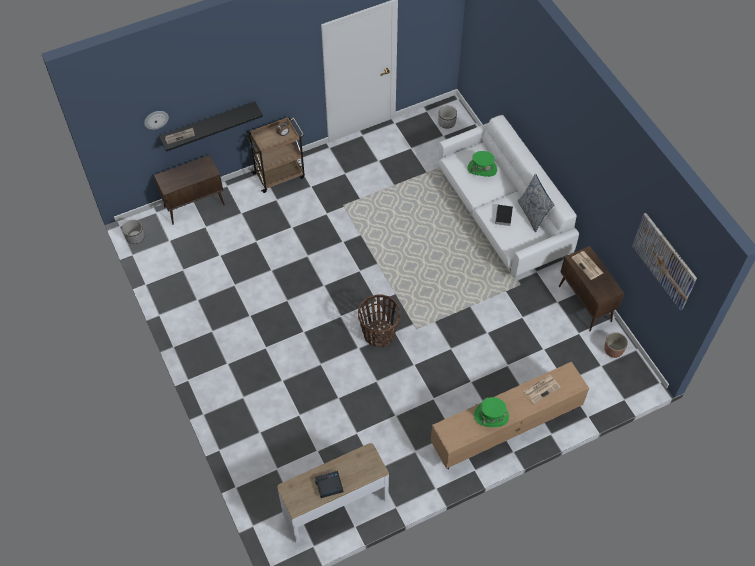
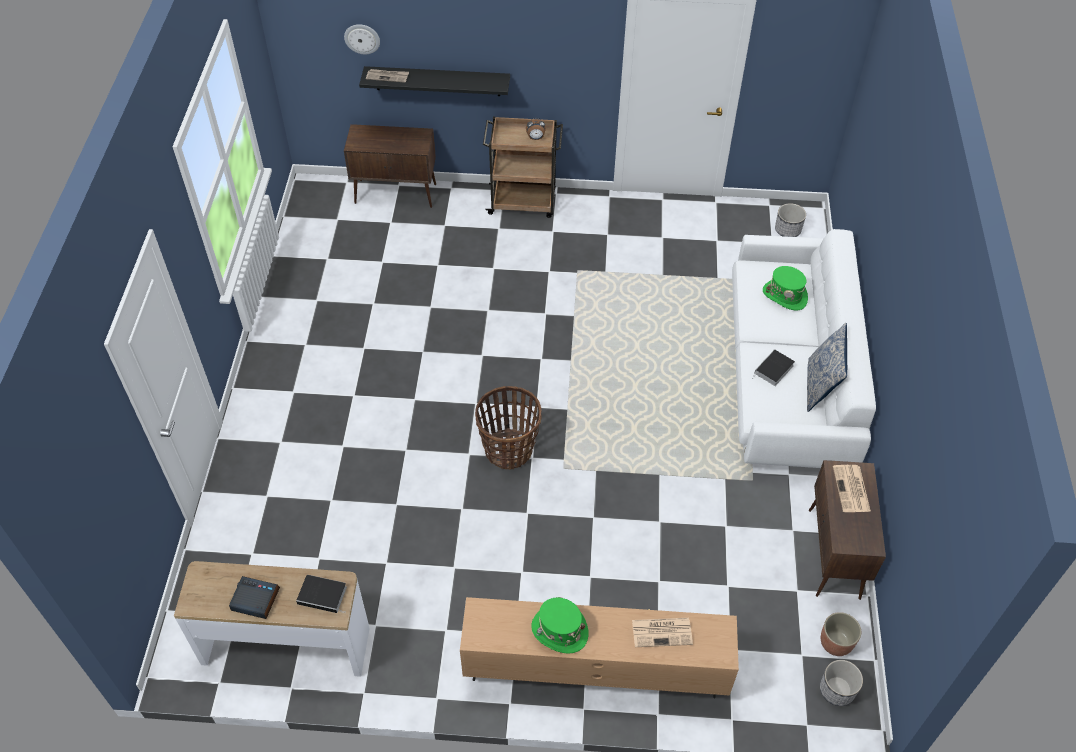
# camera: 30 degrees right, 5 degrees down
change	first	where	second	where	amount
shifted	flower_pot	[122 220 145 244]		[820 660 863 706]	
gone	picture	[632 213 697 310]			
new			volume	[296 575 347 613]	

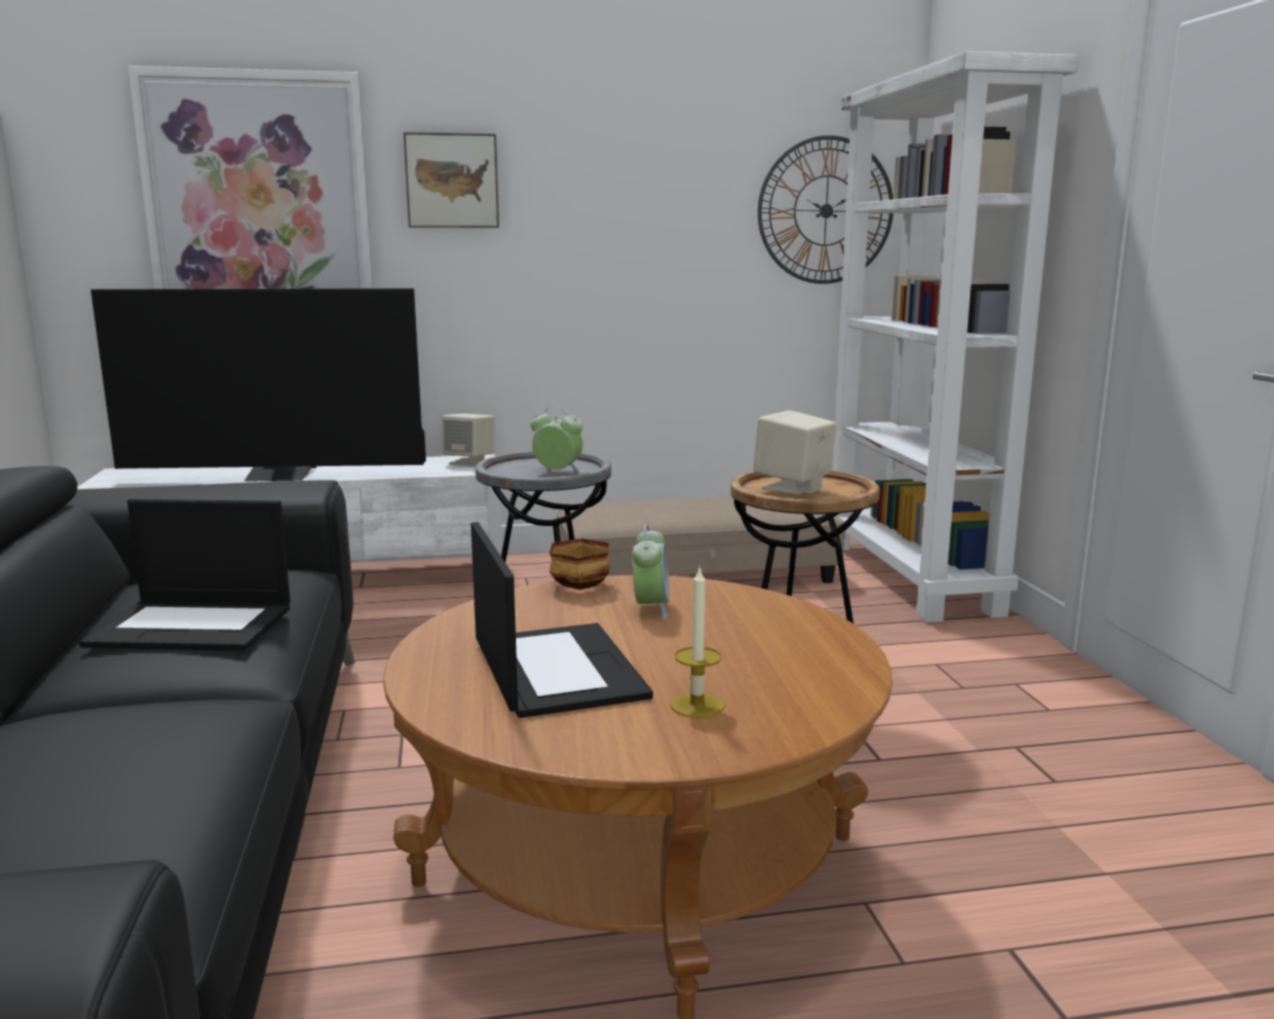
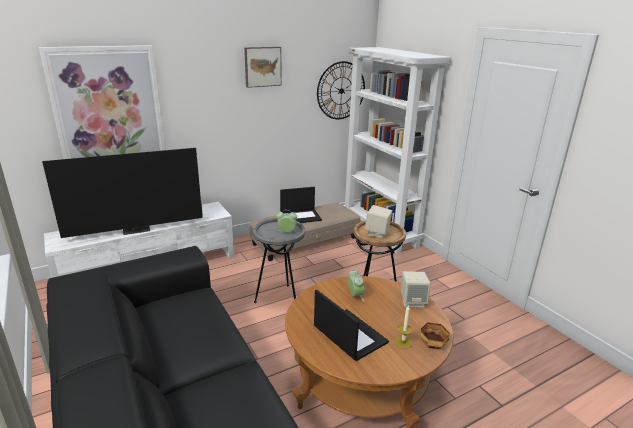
# camera: 20 degrees left, 10 degrees up
change	first	where	second	where	amount
shifted	laptop	[79 499 290 651]		[280 187 322 223]	
shifted	picture	[403 132 499 228]		[244 47 282 88]	
shifted	beige-coloured_loudspeaker	[442 413 494 467]		[401 271 431 308]	
shifted	deep_dish	[549 538 610 590]		[419 322 450 349]	

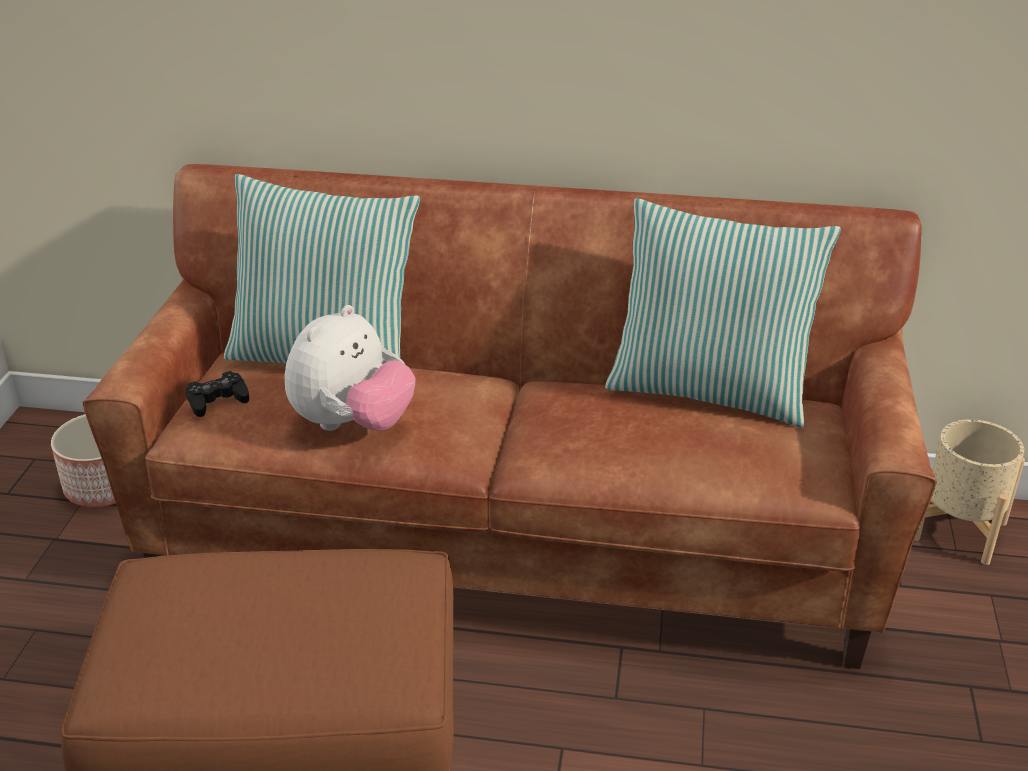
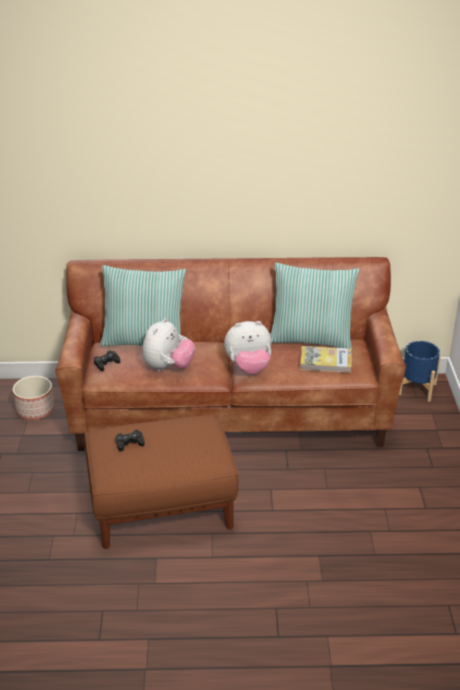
# camera: 10 degrees left, 0 degrees up
change	first	where	second	where	amount
repainted	beige-coloured_flower_pot	[914 419 1025 565]	blue-coloured_flower_pot	[399 341 441 402]	
new			black_gamepad	[116 430 145 451]	
new			cuddly_toy	[224 321 271 374]	
new			volume	[300 346 352 373]	

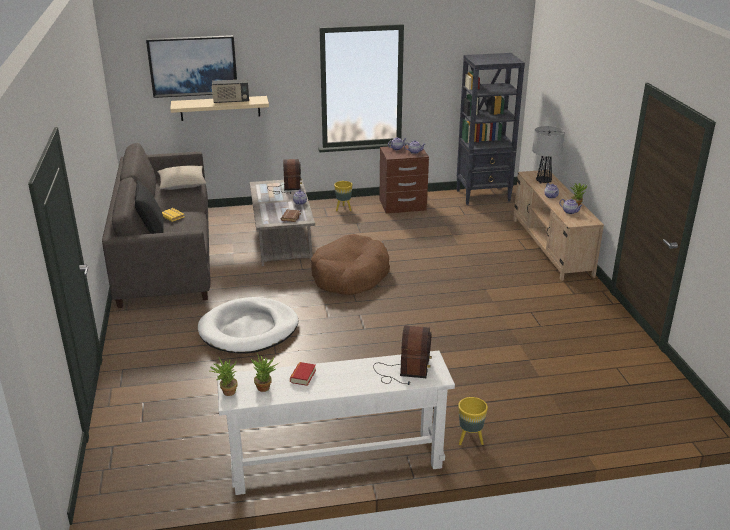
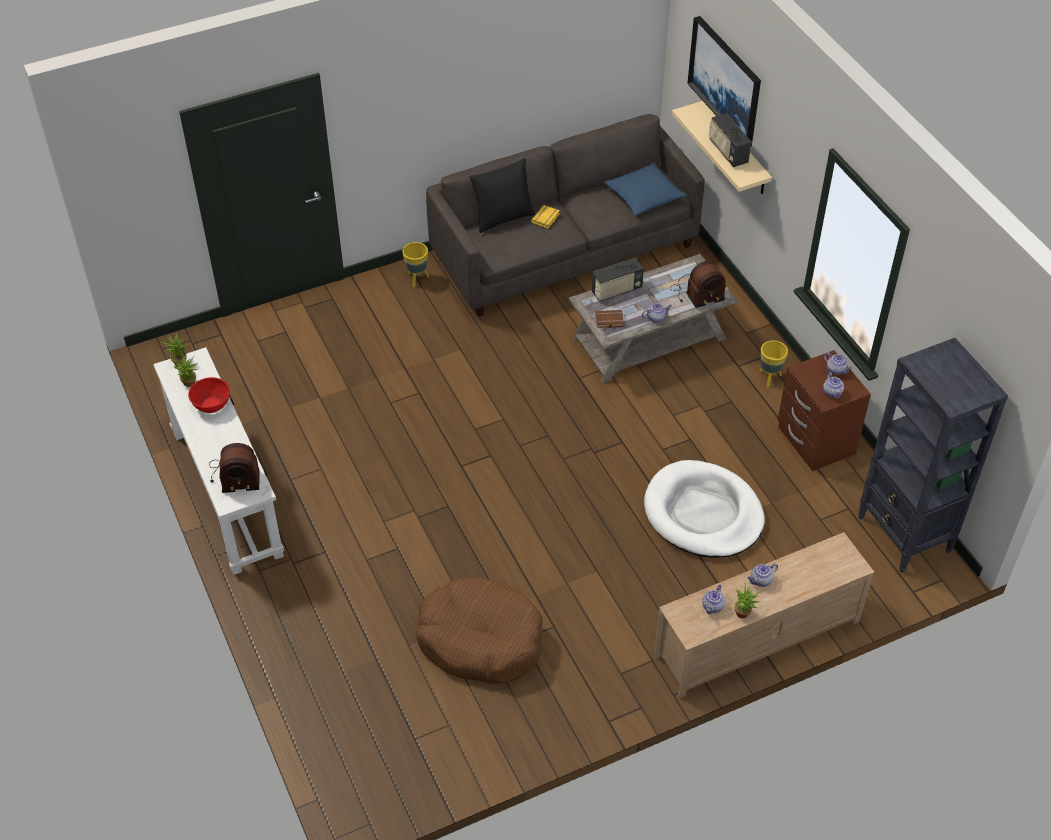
# camera: 75 degrees right, 20 degrees up
change	first	where	second	where	amount
repainted	beige-coloured_pillow	[157 165 206 190]	blue-coloured_pillow	[604 163 687 216]	
shifted	white-coloured_dog_cushion	[198 297 298 354]		[644 460 765 558]	
swapped	volume	[290 362 316 386]	reddish_deep_dish	[188 377 230 413]	
shifted	brown_dog_cushion	[311 234 390 295]		[415 577 543 684]	
shifted	yellowish_flower_pot	[458 397 488 445]		[402 242 429 287]	
gone	table_lamp	[532 126 565 184]			
new			radio_receiver	[592 258 644 302]	

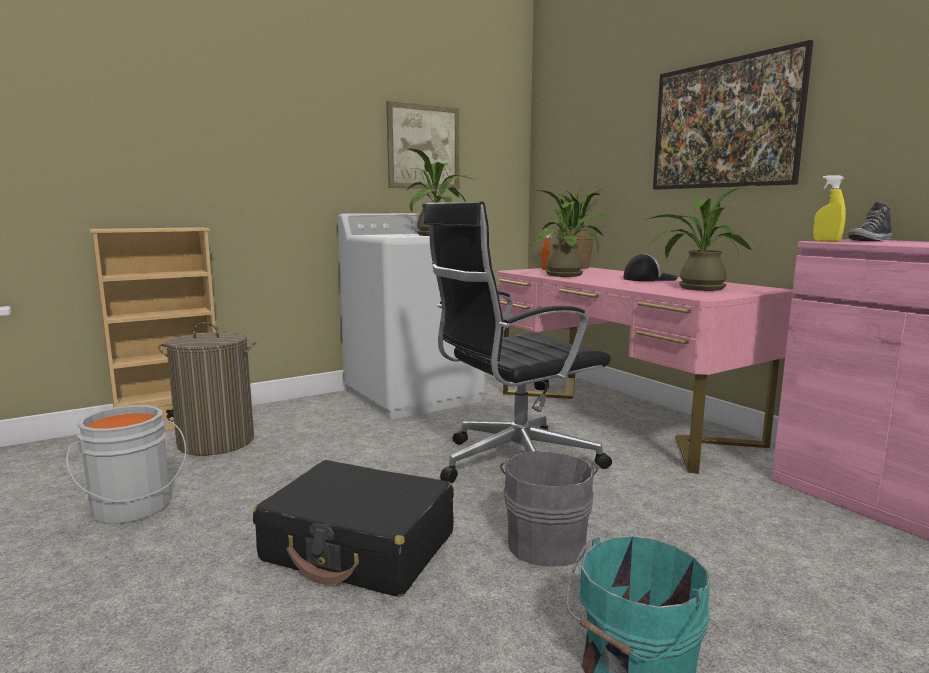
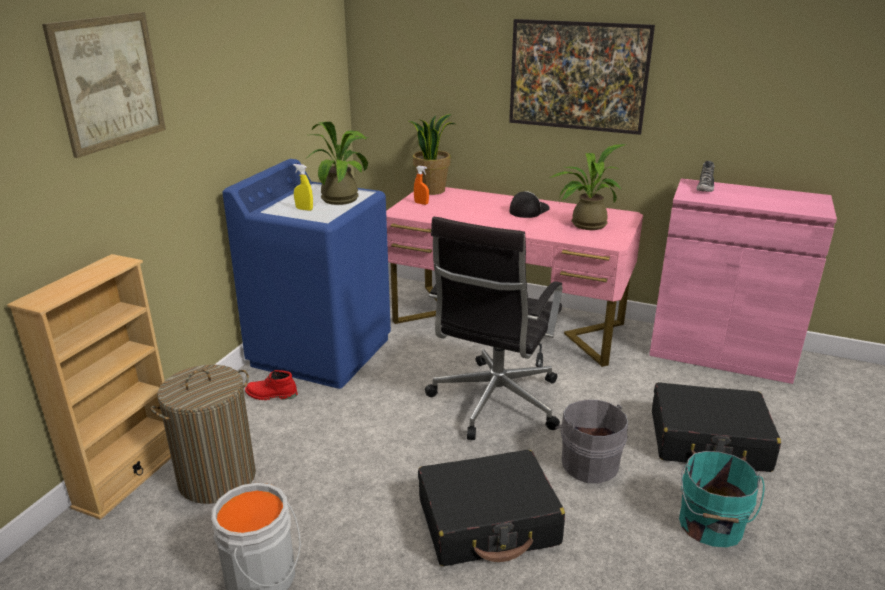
# camera: 35 degrees left, 15 degrees up
change	first	where	second	where	amount
repainted	white-coloured_laundry_machine	[338 213 485 419]	blue-coloured_laundry_machine	[222 159 391 389]	
shifted	picture	[386 101 459 189]		[42 12 166 158]	
gone	plant_in_a_pot	[530 190 615 277]			
shifted	yellowish_sprayer	[813 175 846 242]		[293 164 313 211]	
new			reddish_boot	[245 370 298 400]	
new			black_suitcase	[652 382 781 472]	

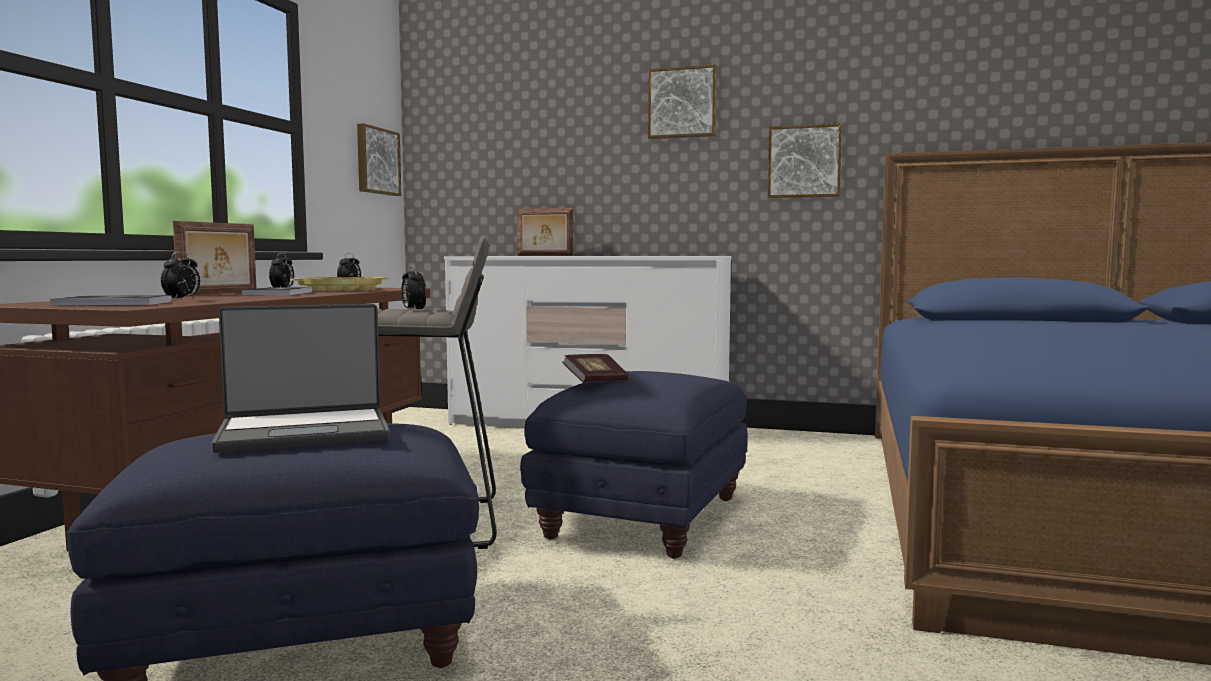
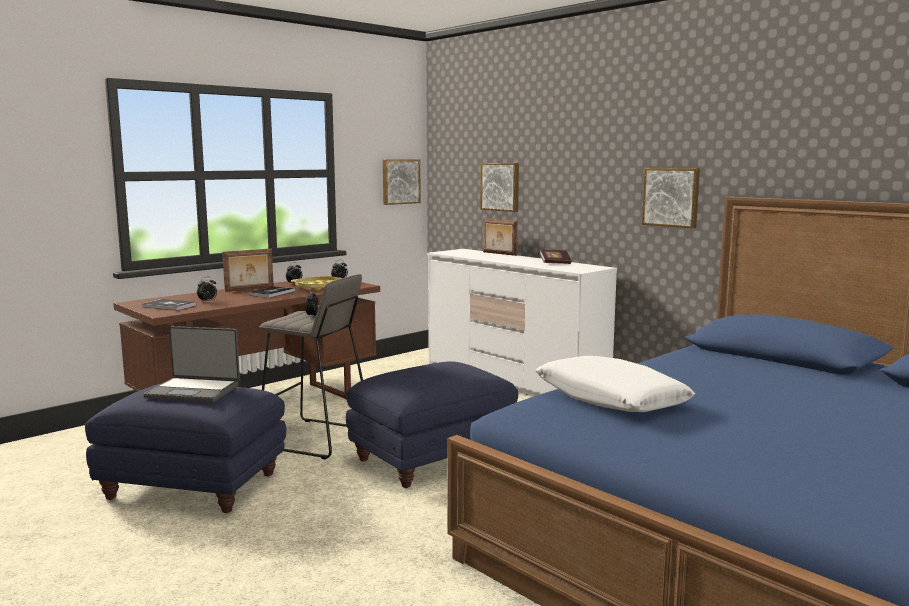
# camera: 30 degrees right, 5 degrees up
change	first	where	second	where	amount
shifted	volume	[562 354 628 383]		[539 250 572 264]	
shifted	picture	[648 64 717 139]		[480 163 519 212]	
new			white-coloured_pillow	[536 356 695 412]	

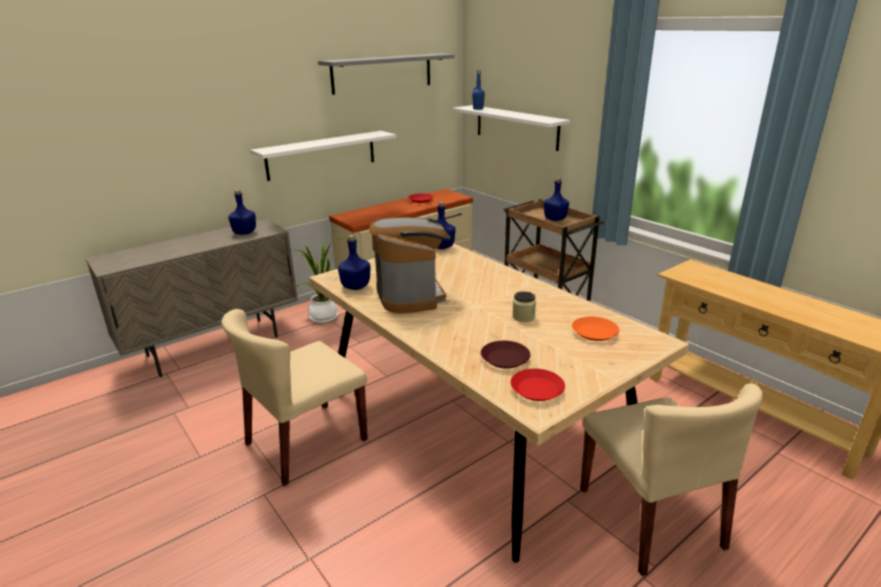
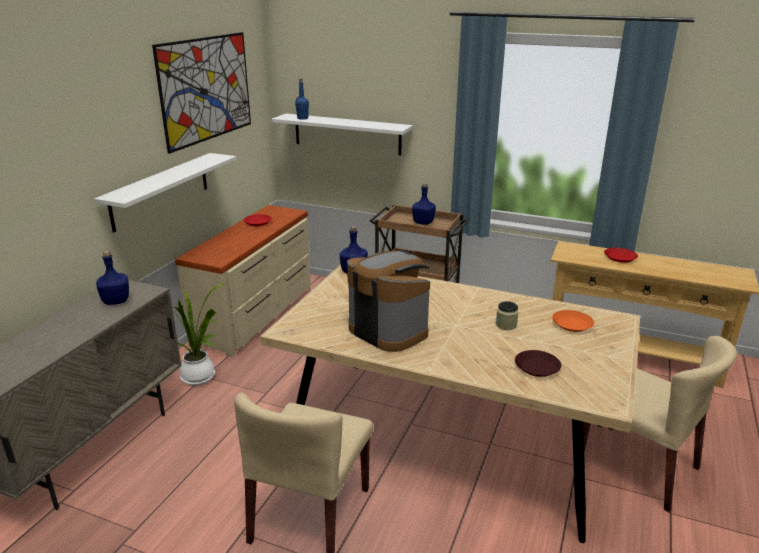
# camera: 30 degrees left, 0 degrees up
change	first	where	second	where	amount
swapped	grey_shelf	[318 53 454 95]	picture	[152 32 251 154]	
gone	blue-coloured_drink_bottle	[338 235 371 290]			
shifted	reddish_dinner_plate	[510 369 565 401]		[604 248 638 263]	

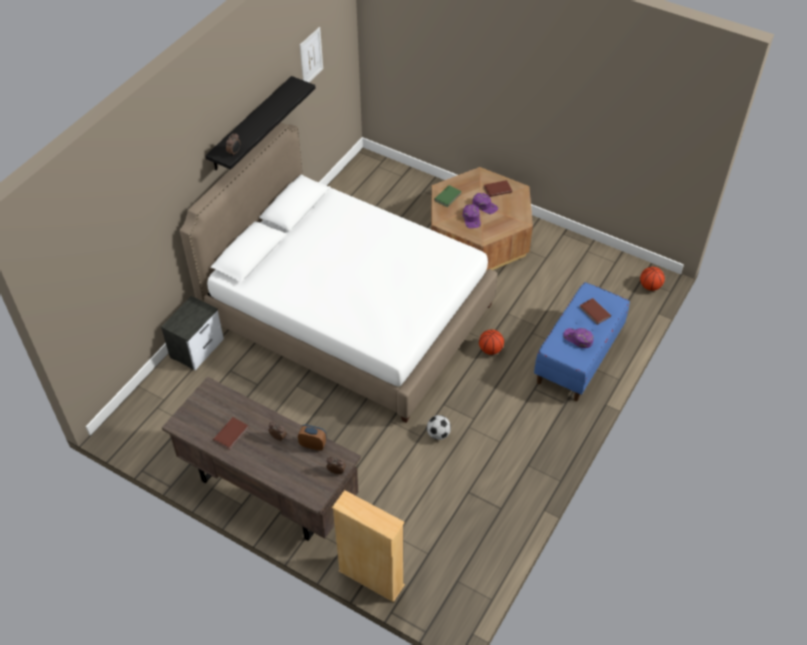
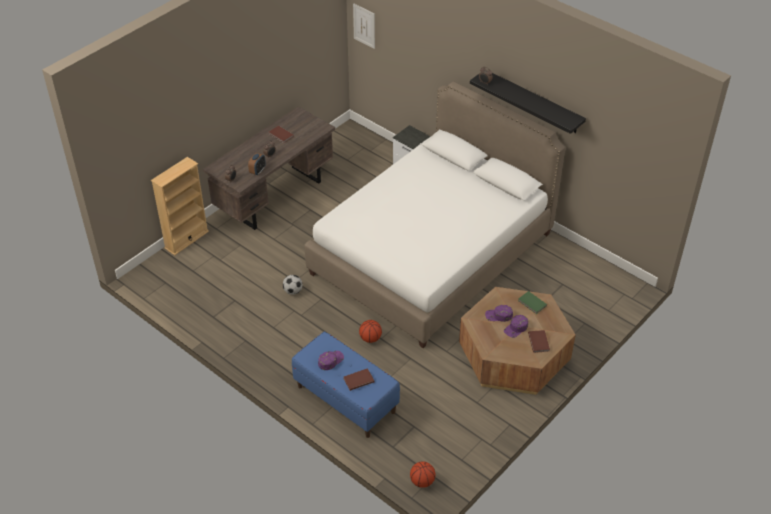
# camera: 100 degrees right, 5 degrees down
change	first	where	second	where	amount
shifted	picture	[300 27 323 82]		[353 3 375 49]	

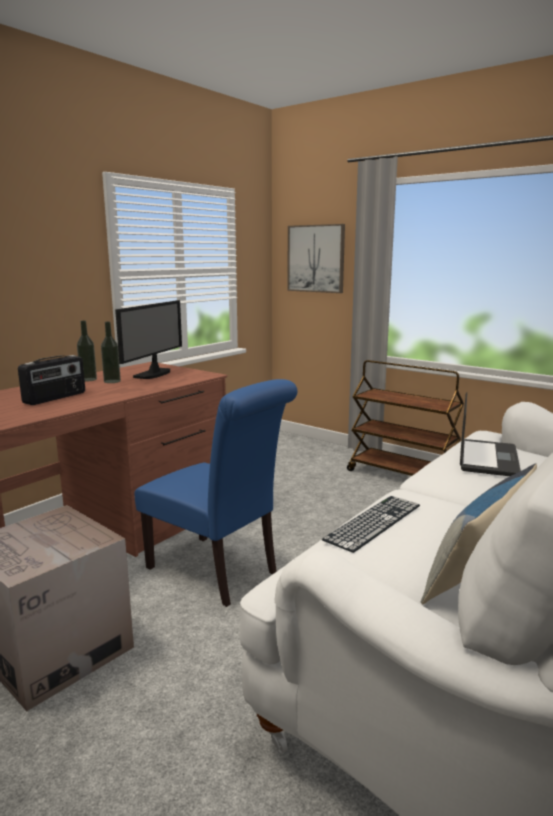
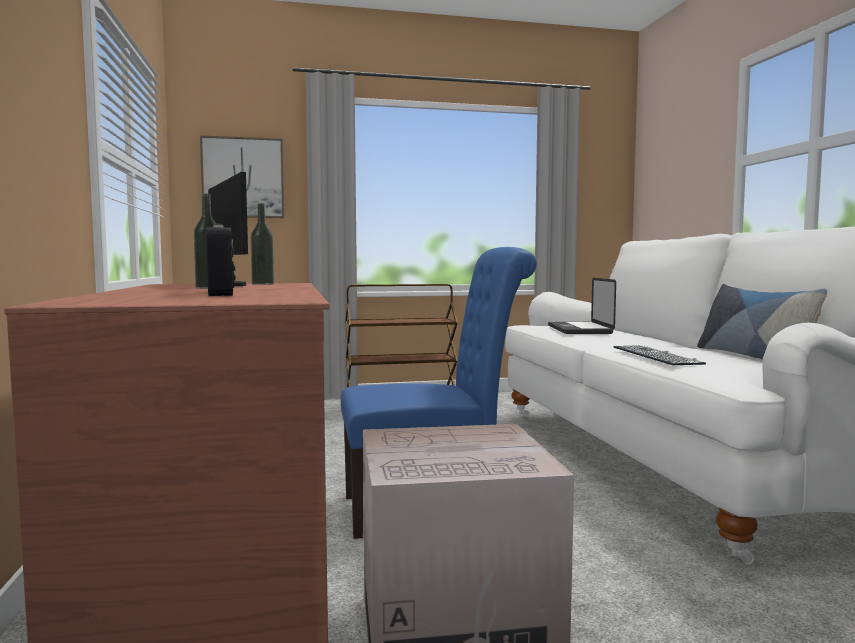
# camera: 50 degrees left, 10 degrees down
change	first	where	second	where	amount
shifted	drink_bottle	[77 321 97 381]		[250 203 274 285]	
rotated	laptop	[460 392 521 476]		[548 278 616 334]	150 degrees counterclockwise

